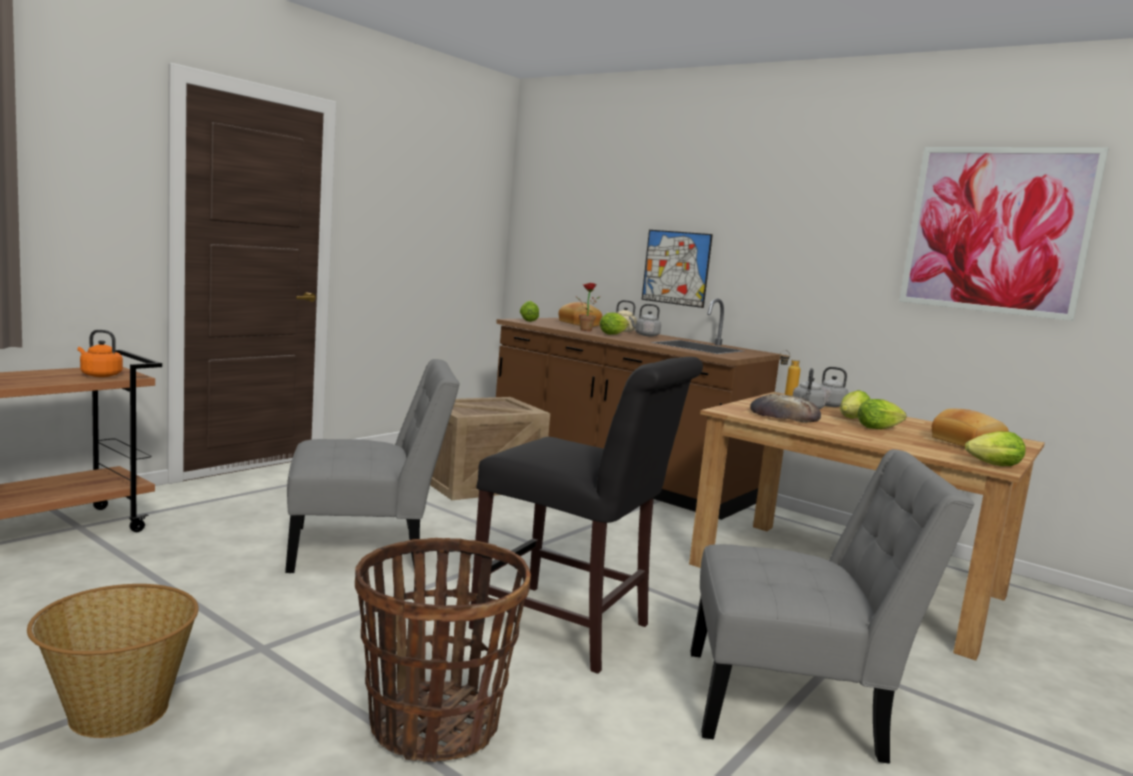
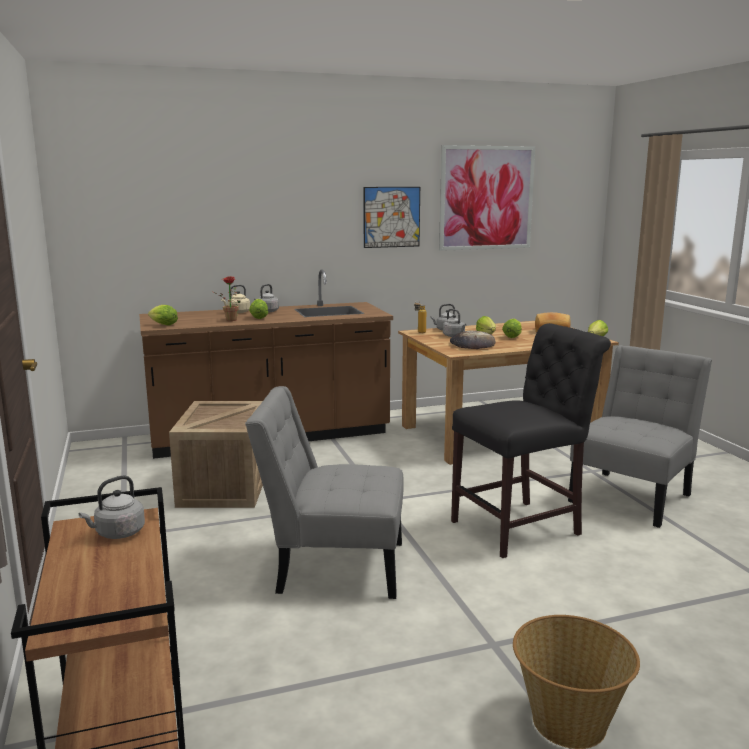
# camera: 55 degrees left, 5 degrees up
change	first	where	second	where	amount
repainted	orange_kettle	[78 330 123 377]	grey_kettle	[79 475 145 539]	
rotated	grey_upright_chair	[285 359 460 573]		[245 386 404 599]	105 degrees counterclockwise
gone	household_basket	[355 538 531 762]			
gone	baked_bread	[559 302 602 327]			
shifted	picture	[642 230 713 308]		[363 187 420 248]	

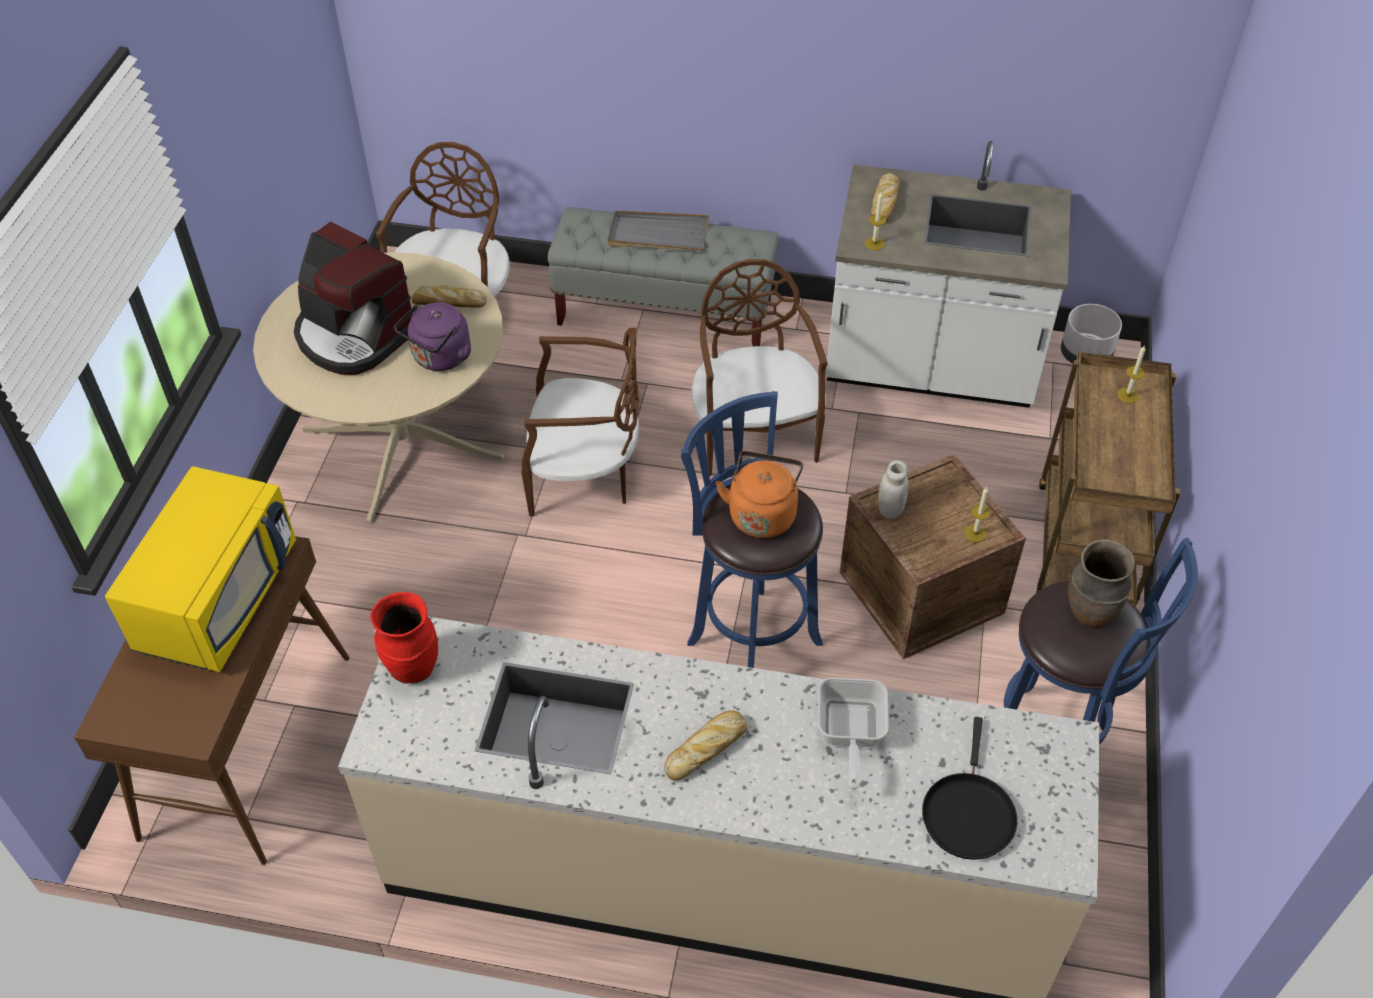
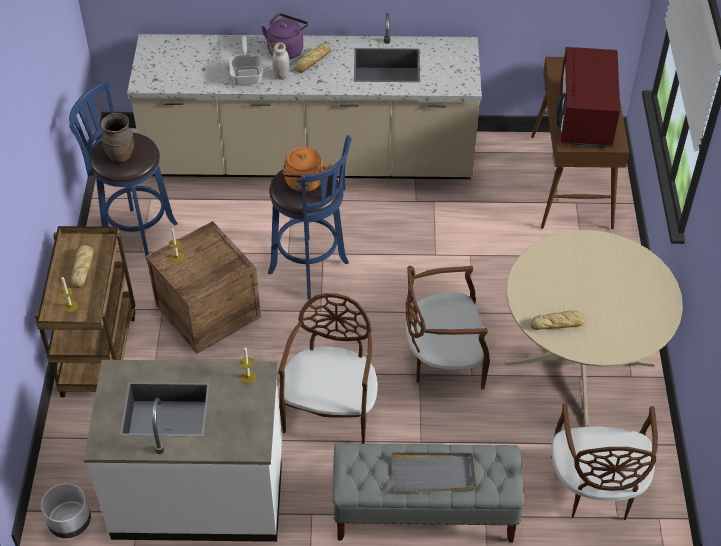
# camera: 170 degrees right, 0 degrees up
change	first	where	second	where	amount
repainted	yellowish_microwave	[105 466 296 672]	reddish_microwave	[557 47 620 148]	
gone	coffee_brewer	[294 222 413 375]			
gone	reddish_vase	[370 592 438 683]			
shifted	purplish_kettle	[394 302 471 371]		[261 13 308 60]	
rotated	brown_upright_chair	[692 259 828 476]		[278 293 378 444]	150 degrees counterclockwise
shifted	baked_bread	[871 173 900 222]		[70 245 94 288]	
shifted	white-coloured_preserve_jar	[878 460 908 519]		[272 42 290 80]	
gone	black_skillet	[922 717 1017 860]			

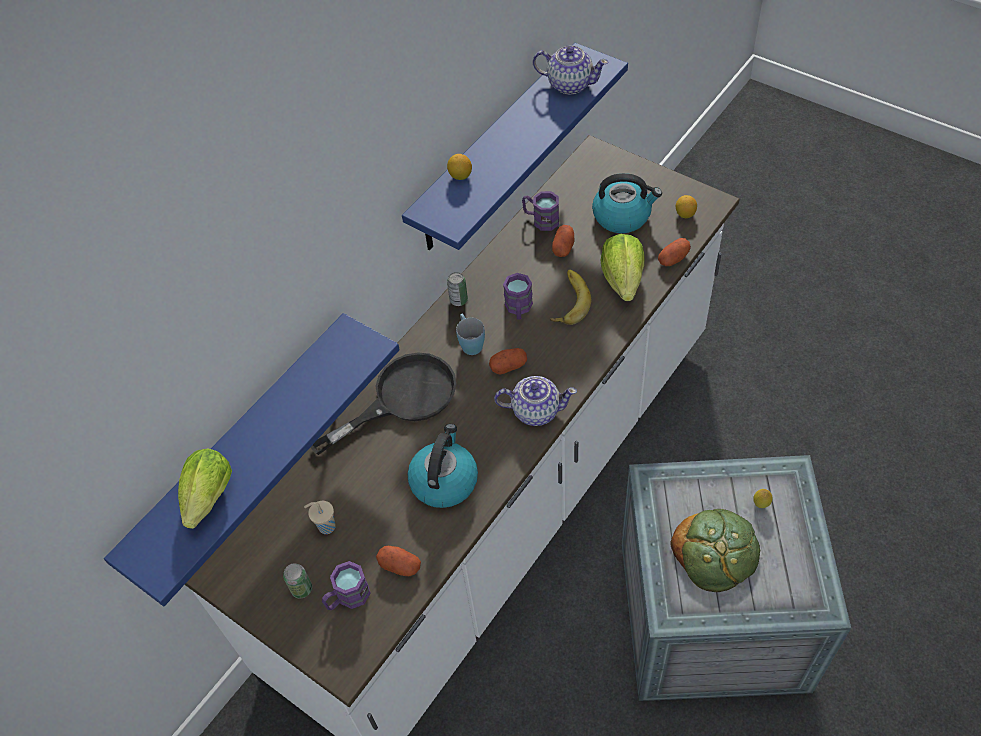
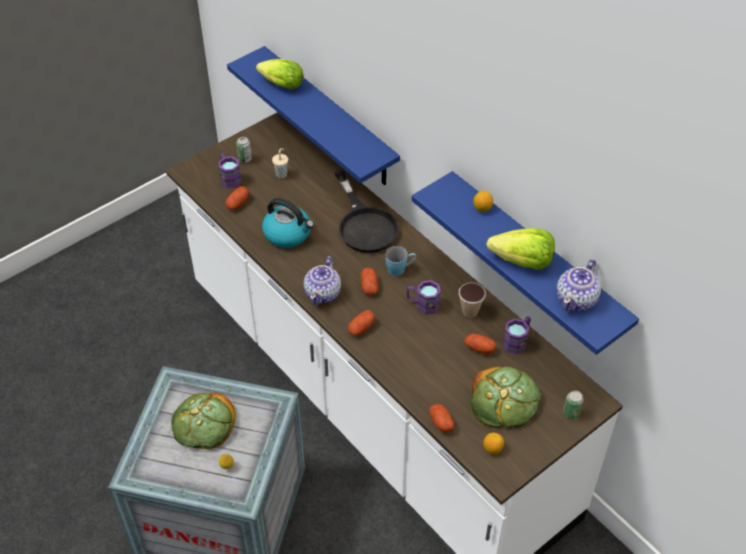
# camera: 100 degrees right, 5 degrees down
change	first	where	second	where	amount
shifted	can	[447 272 468 306]		[563 390 584 420]	
gone	whole_banana	[550 270 591 325]			
swapped	kettle	[592 173 662 233]	baked_bread	[471 367 542 428]	
shifted	head_of_lettuce	[601 234 644 301]		[486 228 555 270]	
new			potato	[348 310 375 336]	
new			small_cup	[459 283 486 317]	

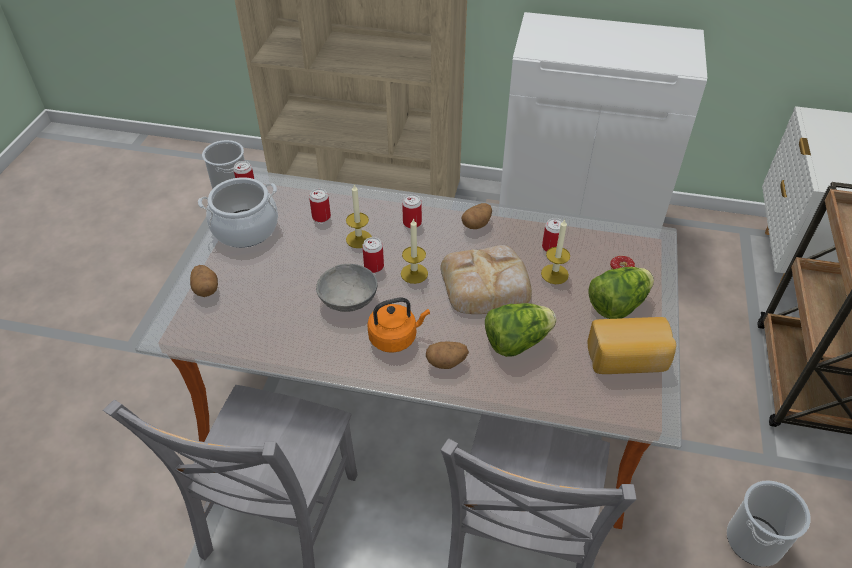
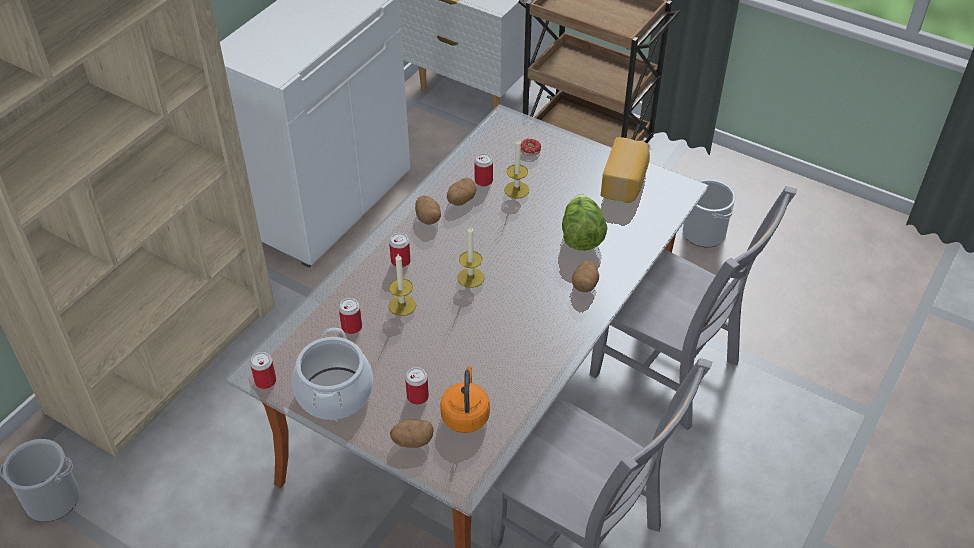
# camera: 70 degrees left, 0 degrees up
change	first	where	second	where	amount
gone	grey_deep_dish	[316 264 377 312]			
shifted	can	[362 237 384 273]		[405 367 429 405]	
shifted	orange_kettle	[367 297 430 353]		[440 366 490 433]	
gone	baked_bread	[440 245 532 314]			
gone	head_of_lettuce	[589 267 654 319]			
new			potato	[447 178 477 206]	

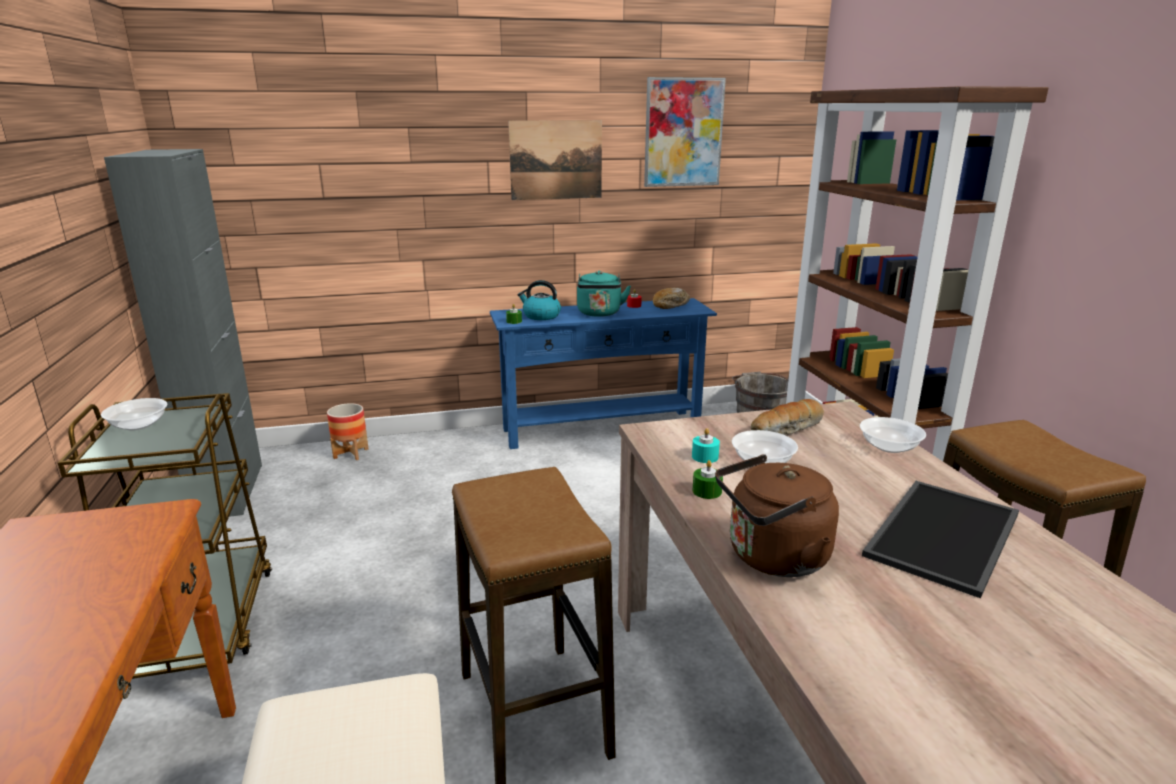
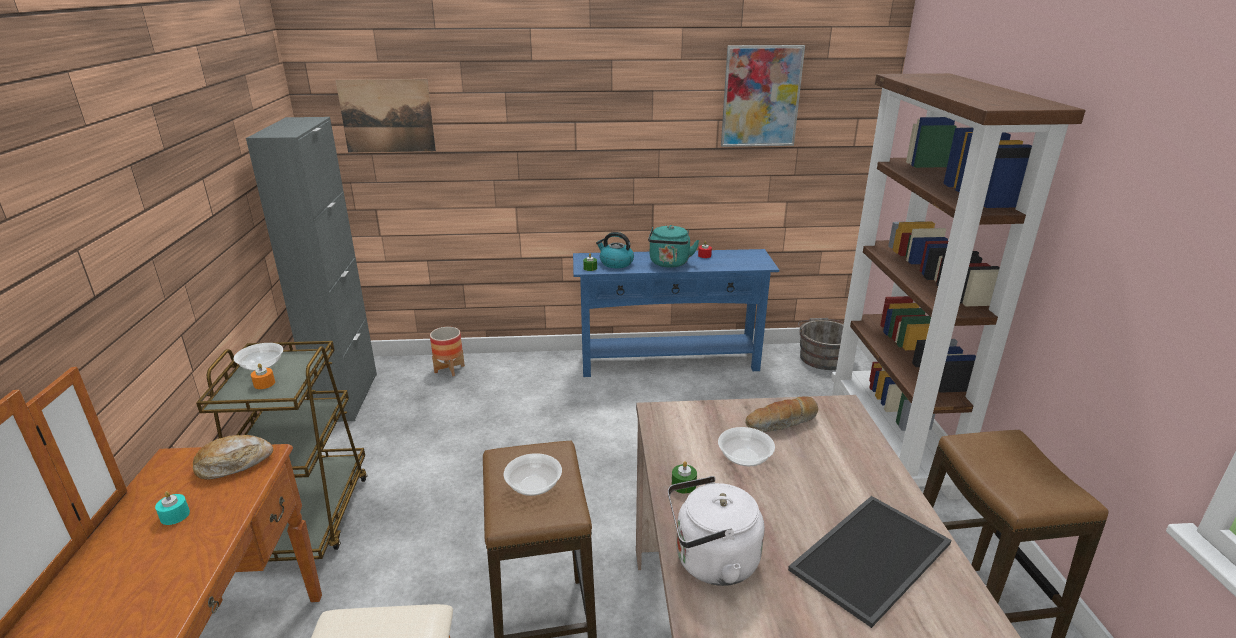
# camera: 10 degrees right, 5 degrees up
change	first	where	second	where	amount
shifted	picture	[508 120 602 200]		[336 79 436 153]	
shifted	baked_bread	[653 288 690 309]		[193 435 273 480]	
shifted	turquoise_candle	[692 428 720 463]		[155 491 190 525]	
repainted	brown_kettle	[715 454 839 577]	white-coloured_kettle	[668 476 764 586]	
shifted	deep_dish	[860 417 926 453]		[504 453 562 496]	
new			orange_candle	[251 363 275 389]	

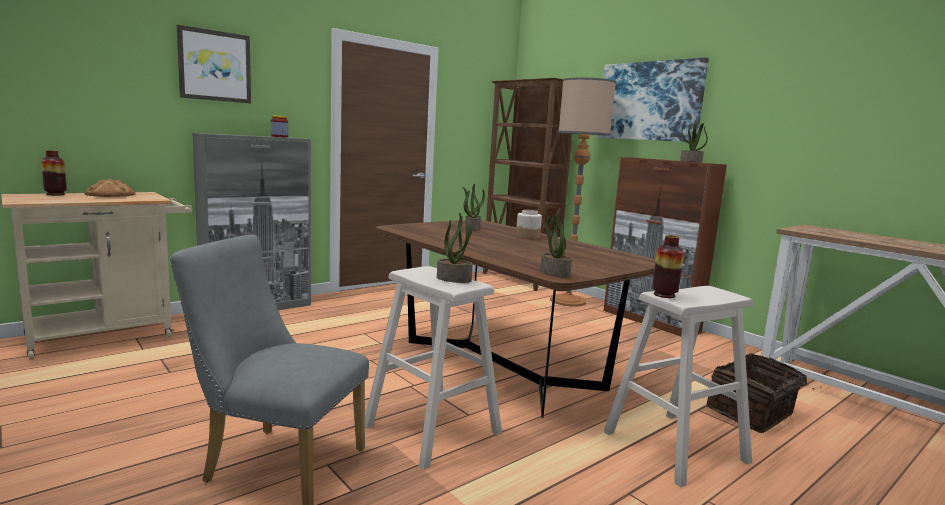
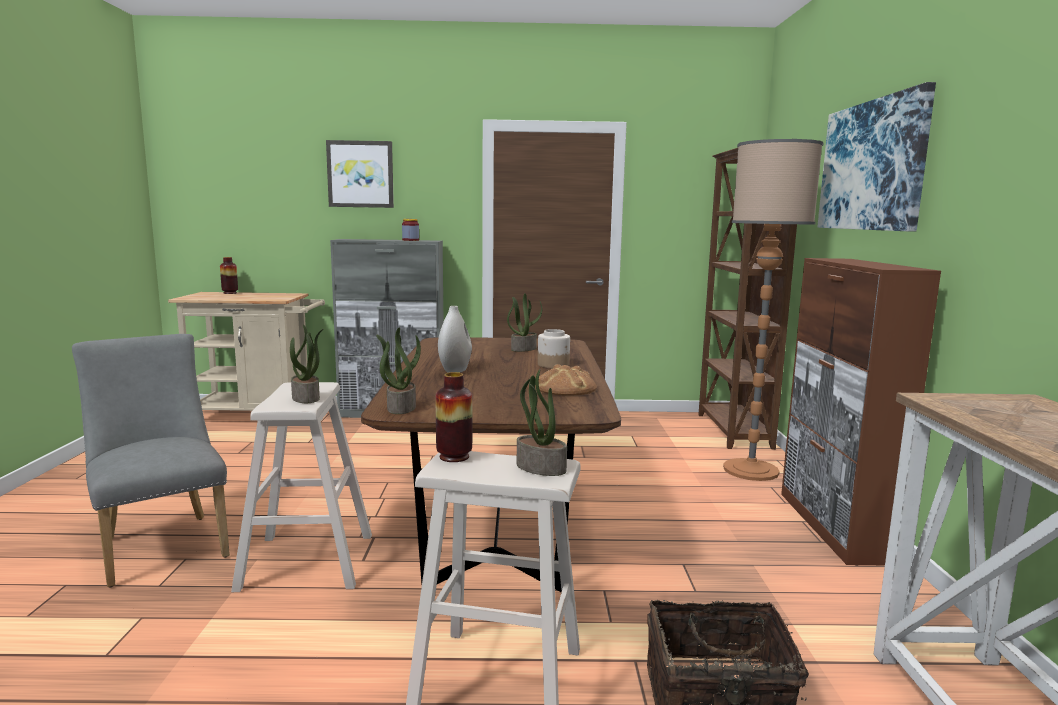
# camera: 40 degrees right, 0 degrees up
change	first	where	second	where	amount
shifted	baked_bread	[84 179 135 197]		[535 364 597 396]	
shifted	plant_in_a_pot	[680 120 708 163]		[517 369 567 476]	
new			white-coloured_vase	[438 306 472 373]	

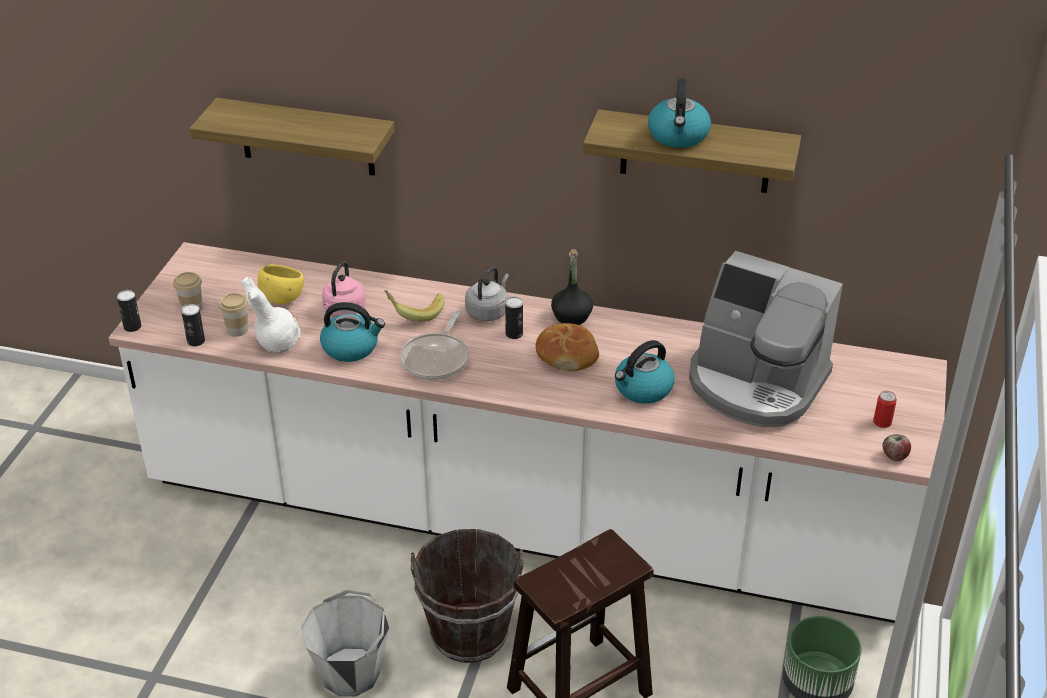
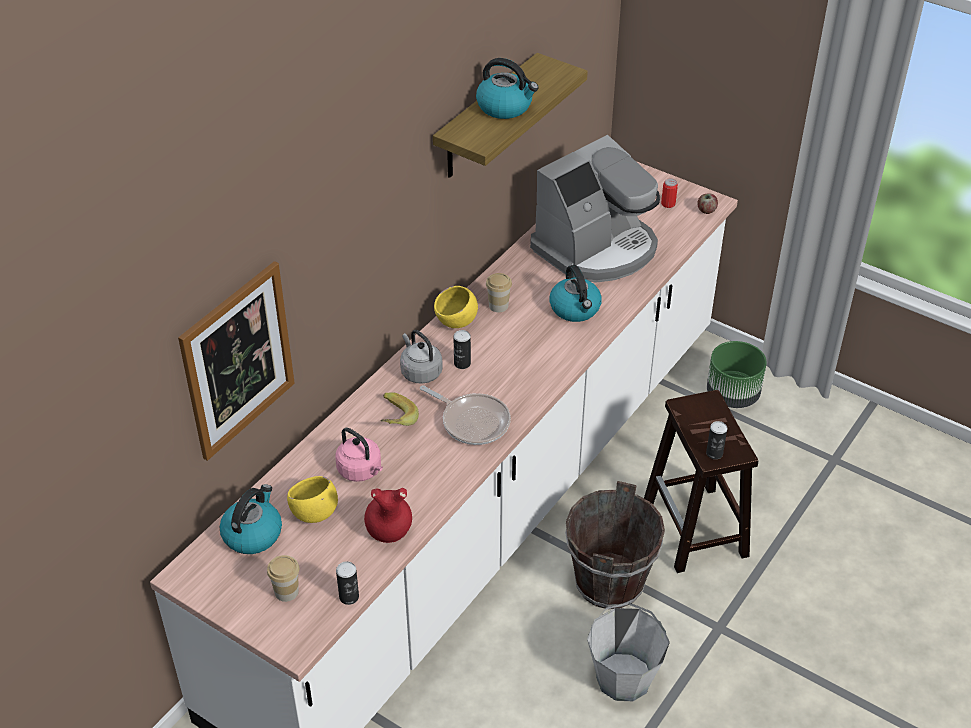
# camera: 70 degrees left, 5 degrees up
change	first	where	second	where	amount
shifted	can	[117 290 141 332]		[706 421 727 459]	
swapped	shelf	[189 98 395 175]	picture	[178 261 295 461]	
shifted	small_cup	[219 293 248 337]		[486 273 512 312]	
repainted	white-coloured_vase	[241 277 300 353]	reddish_vase	[364 488 412 543]	
shifted	kettle	[320 302 385 362]		[220 484 282 554]	
gone	baked_bread	[536 323 599 371]			
swapped	black_drink_bottle	[551 249 593 325]	yellowish_deep_dish	[434 286 478 328]	

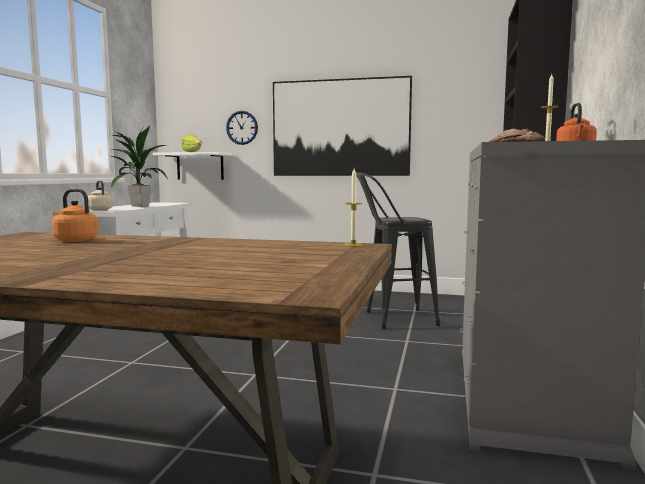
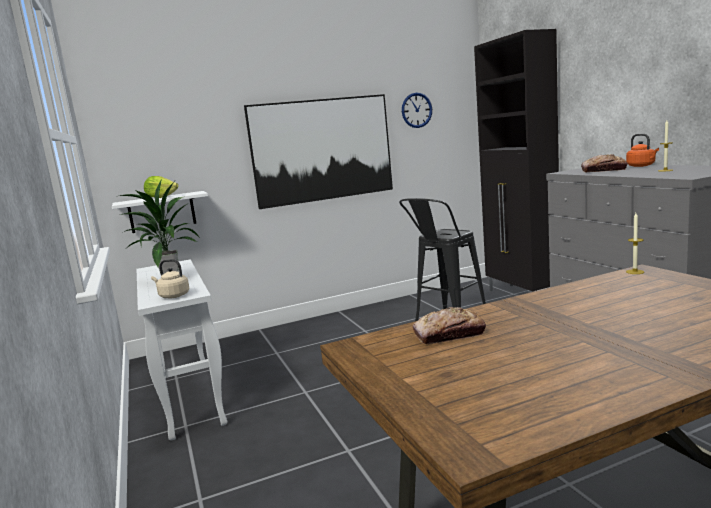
# camera: 35 degrees left, 5 degrees up
change	first	where	second	where	amount
swapped	orange_kettle	[52 189 99 242]	baked_bread	[412 307 486 344]	
shifted	wall_clock	[226 111 258 145]		[402 93 432 128]	

